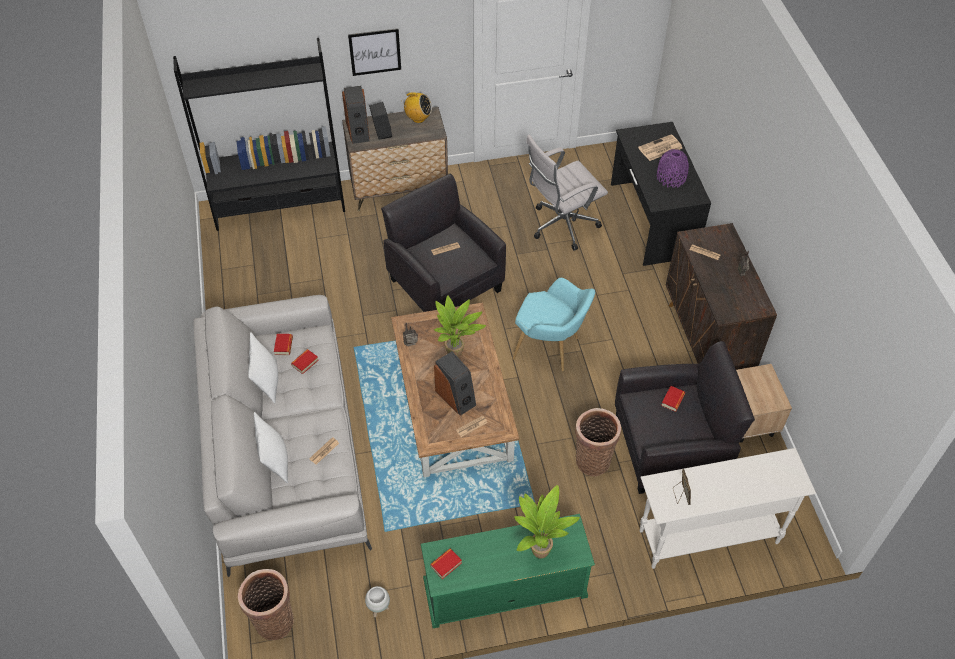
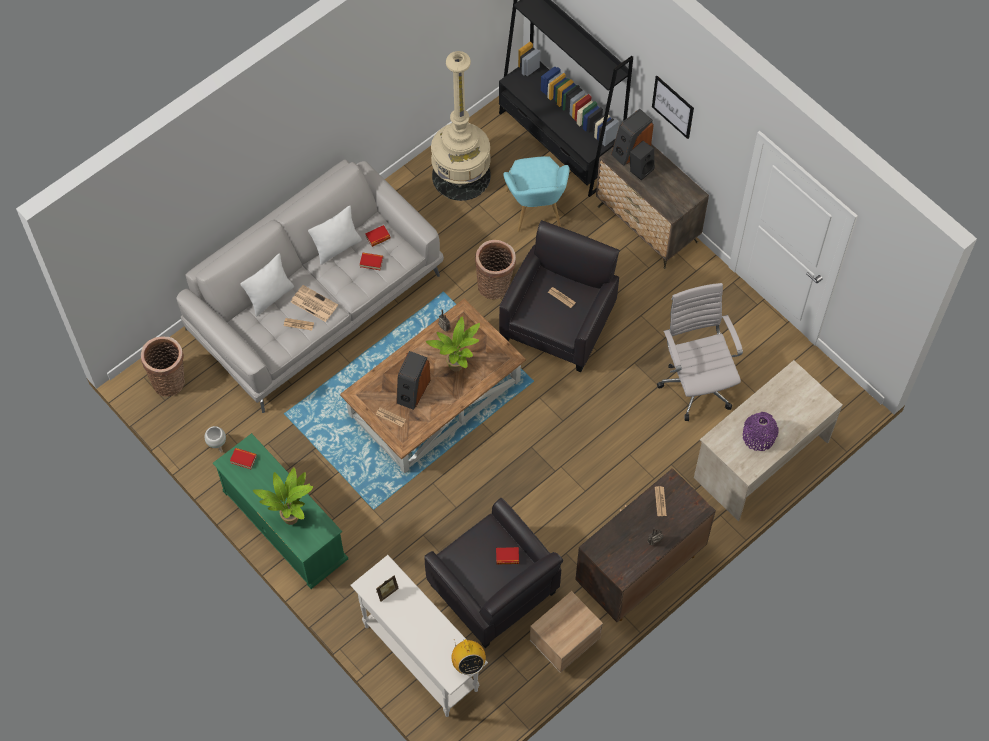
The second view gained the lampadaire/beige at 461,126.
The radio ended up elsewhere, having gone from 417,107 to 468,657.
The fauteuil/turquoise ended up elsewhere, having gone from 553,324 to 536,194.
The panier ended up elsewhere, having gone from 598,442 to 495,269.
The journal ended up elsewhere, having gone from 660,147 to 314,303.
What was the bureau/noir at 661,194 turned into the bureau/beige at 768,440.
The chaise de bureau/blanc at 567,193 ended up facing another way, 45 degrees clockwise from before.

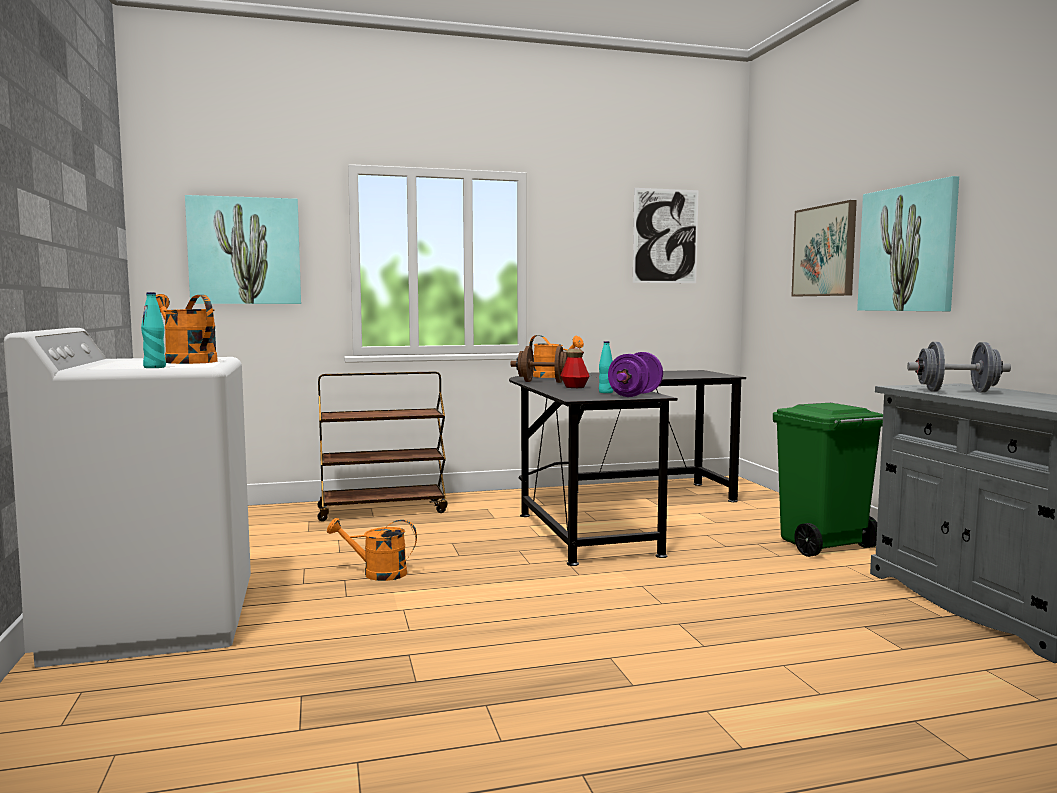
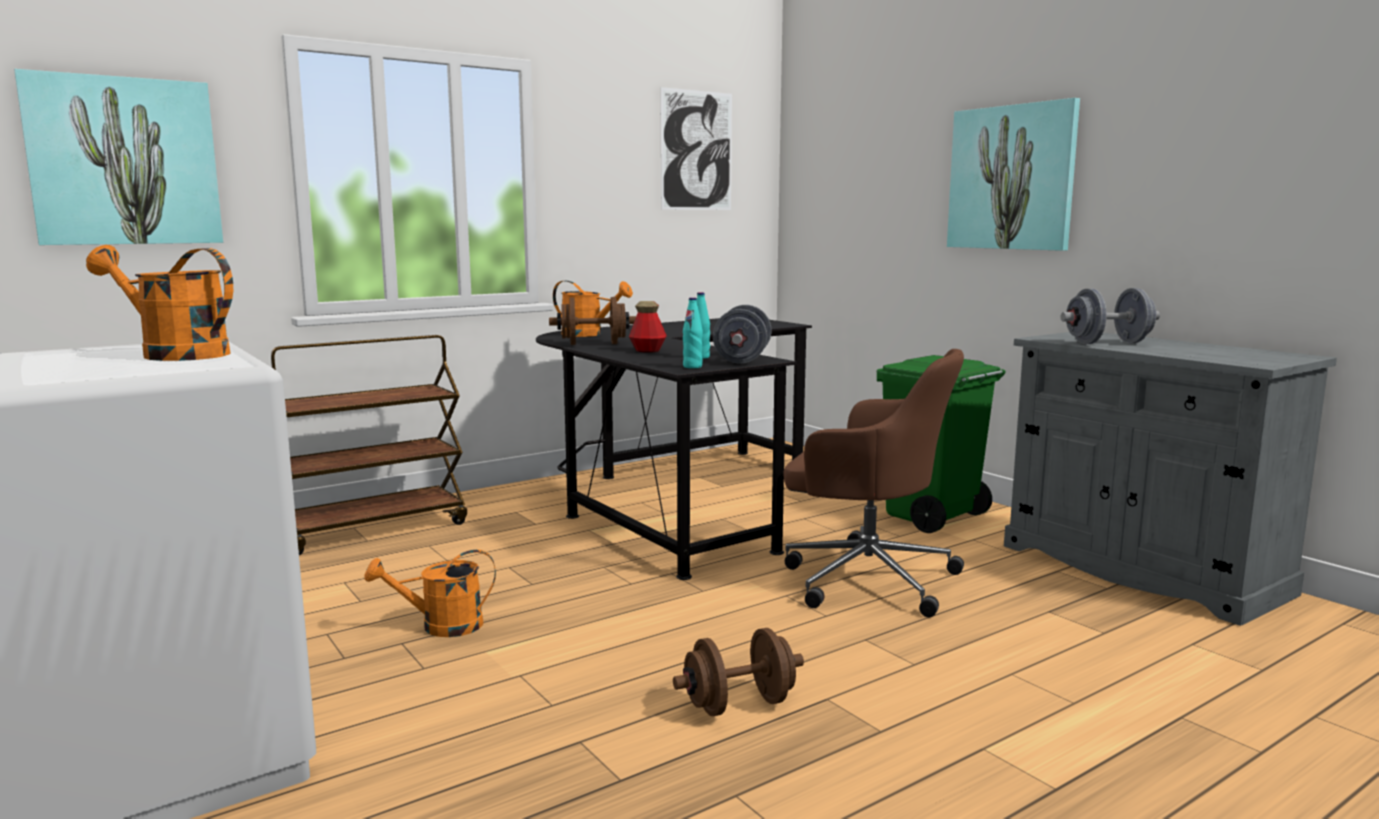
The second view lost the tableau at 824,248.
The second view gained the haltère/marron at 738,672.
The second view gained the chaise de bureau/marron at 874,483.
The bouteille/turquoise ended up elsewhere, having gone from 153,330 to 693,332.
What was the haltère/violet at 635,374 turned into the haltère/gris at 742,334.

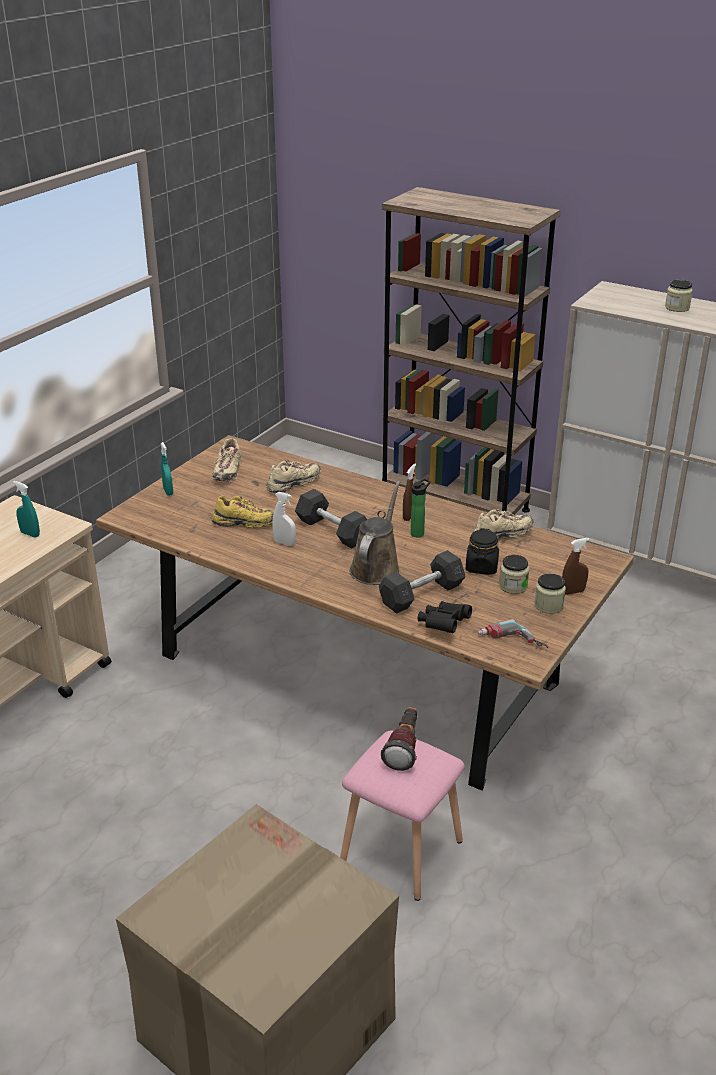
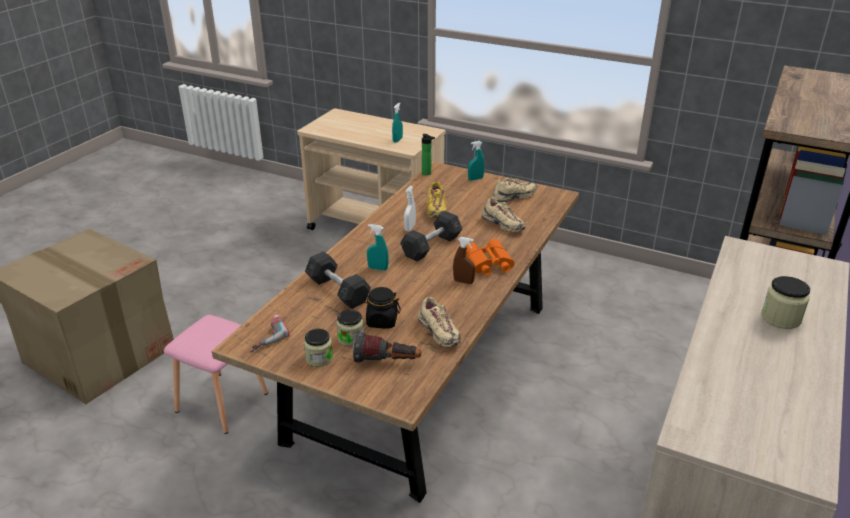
The second view lost the jumelles/noir at 445,617.
The second view lost the vaporisateur/marron at 576,566.
The second view gained the jumelles/orange at 490,257.
The lampe de poche ended up elsewhere, having gone from 399,739 to 387,347.
The bouteille ended up elsewhere, having gone from 421,507 to 428,154.
Where the arrosoir/marron stood at 374,533, the vaporisateur/turquoise came to stand at 378,247.
The chaussure/beige at 227,460 ended up facing another way, 150 degrees clockwise from before.

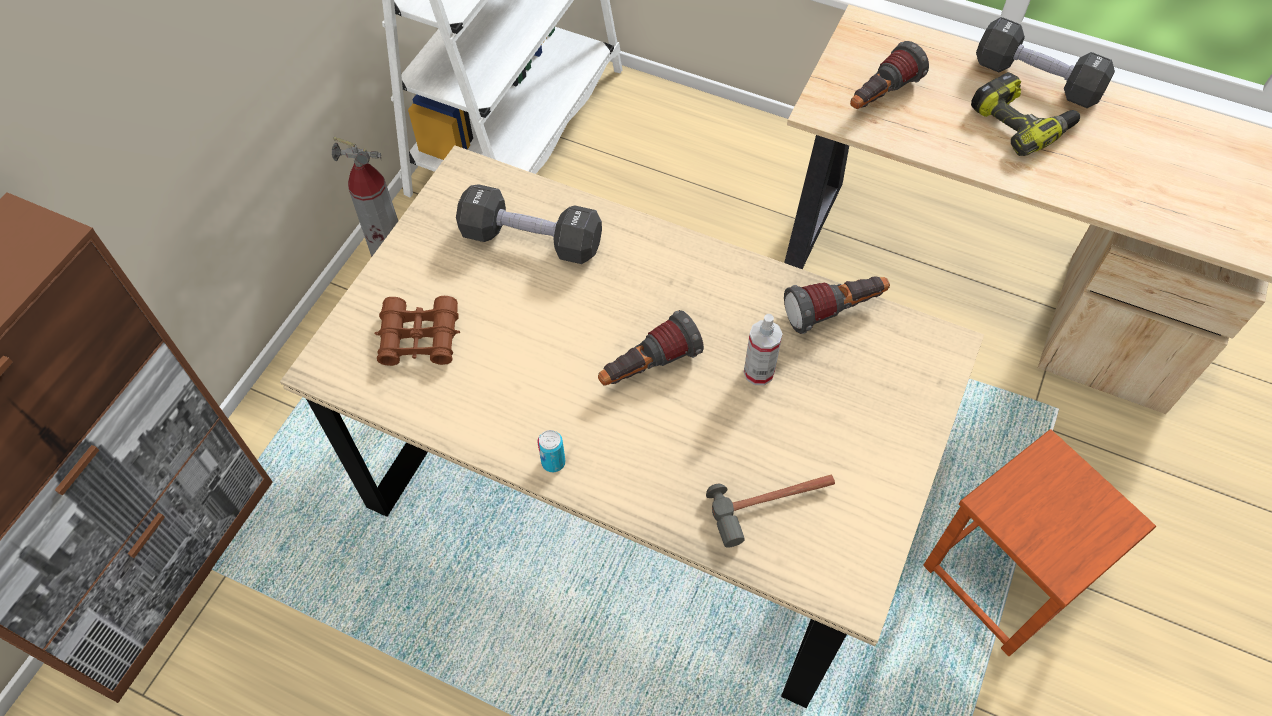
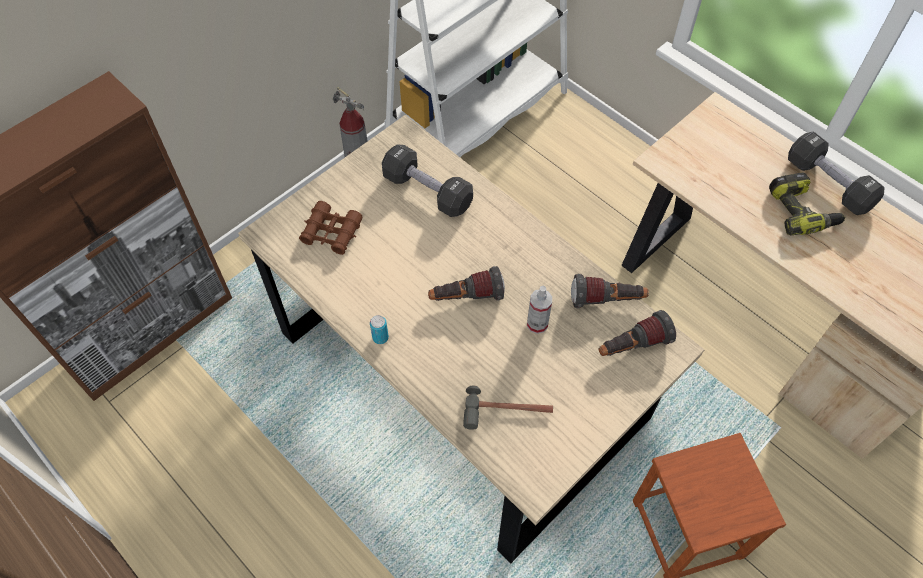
The lampe de poche ended up elsewhere, having gone from 889,75 to 637,333.

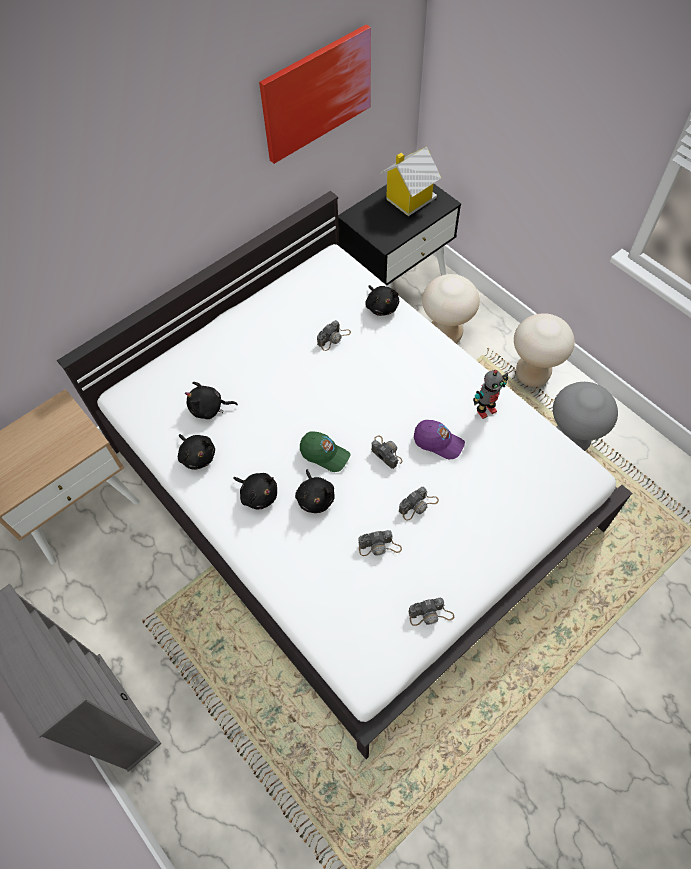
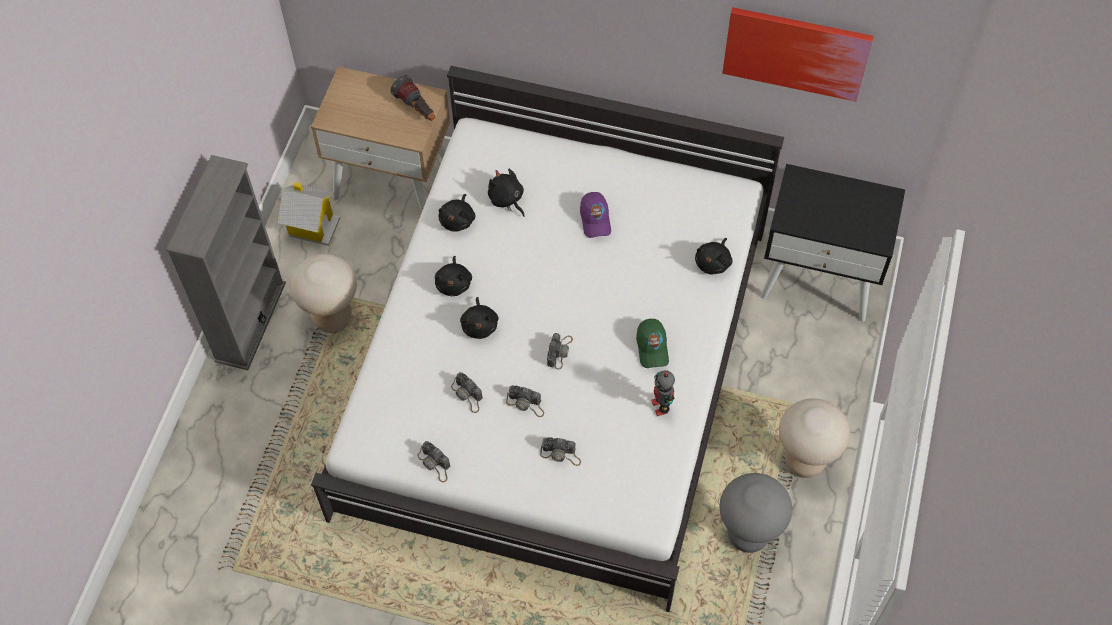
The second view gained the lampe de poche at 413,98.
The casquette/vert ended up elsewhere, having gone from 325,452 to 652,343.
The appareil photo ended up elsewhere, having gone from 334,335 to 560,451.
The maison miniature ended up elsewhere, having gone from 410,181 to 309,214.
The casquette/violet ended up elsewhere, having gone from 439,439 to 595,215.
The tabouret/beige ended up elsewhere, having gone from 451,309 to 323,293.
The peluche/noir at 314,491 ended up facing another way, 45 degrees counterclockwise from before.
The robot jouet at 490,394 ended up facing another way, 45 degrees clockwise from before.

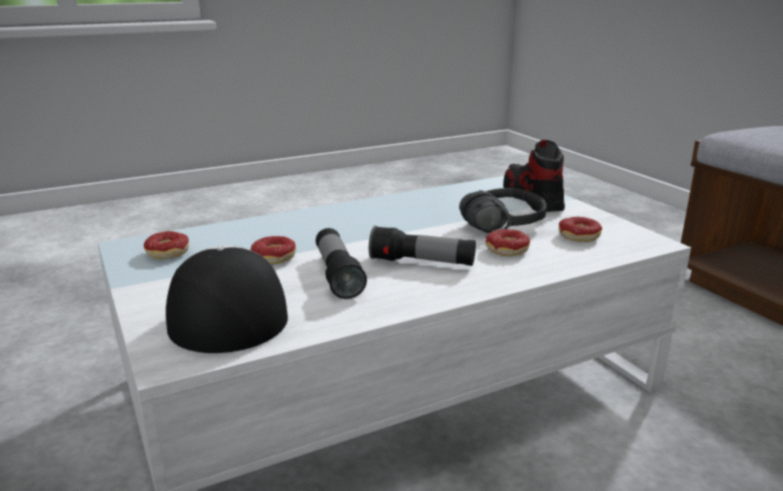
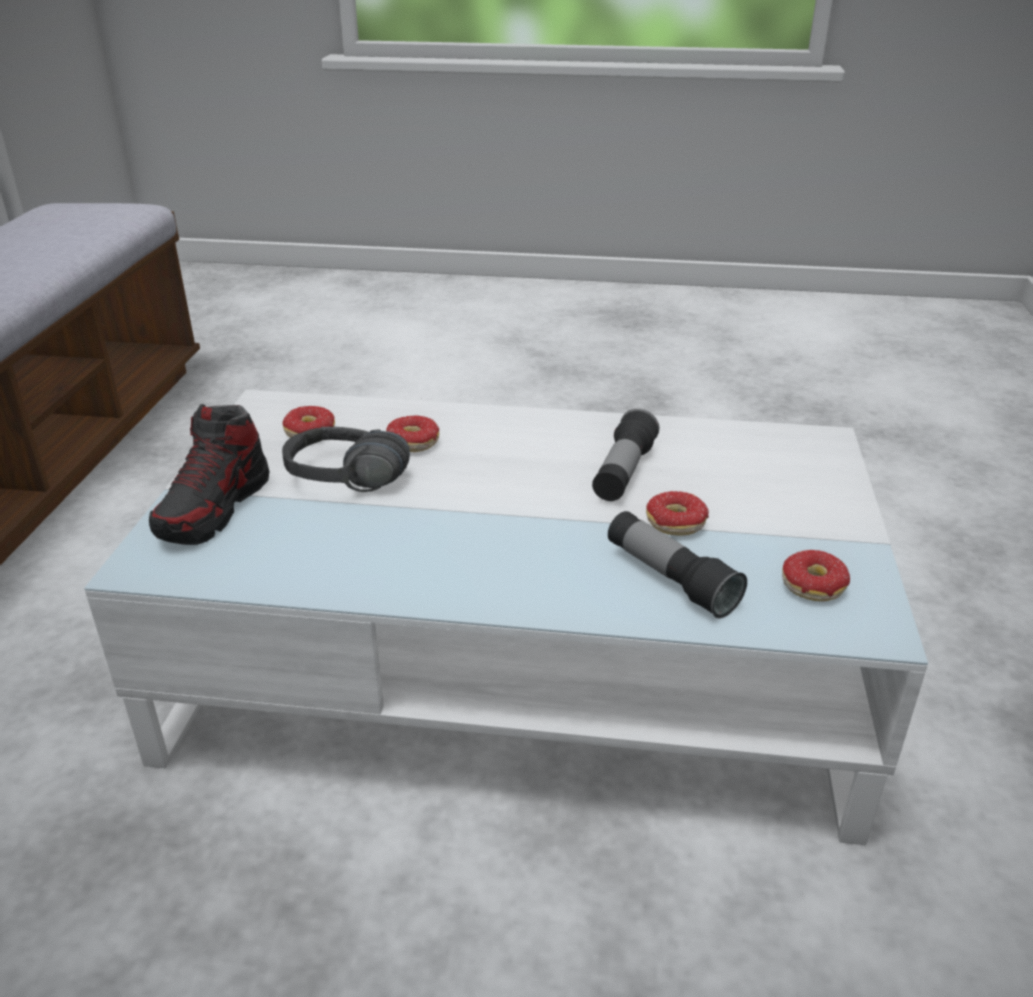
The second view lost the casquette at 227,299.
The lampe de poche ended up elsewhere, having gone from 422,246 to 677,565.

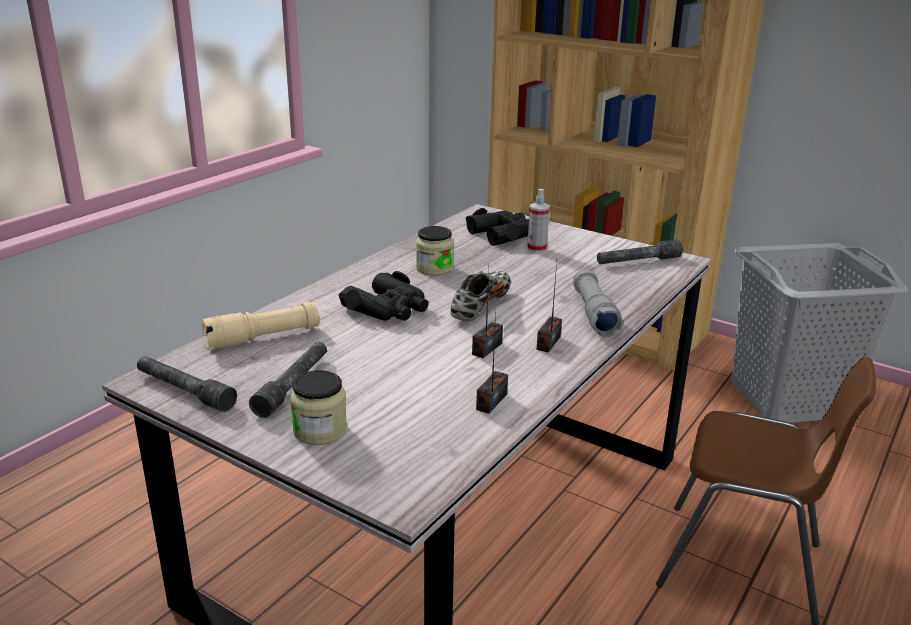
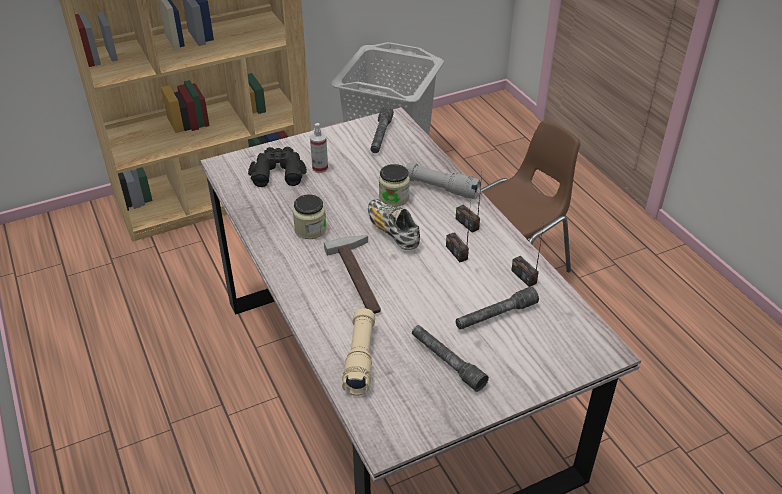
The lampe de poche/gris ended up elsewhere, having gone from 187,384 to 497,308.
The bocal ended up elsewhere, having gone from 318,407 to 394,185.
Where the jumelles/noir stood at 384,296, the marteau came to stand at 352,274.

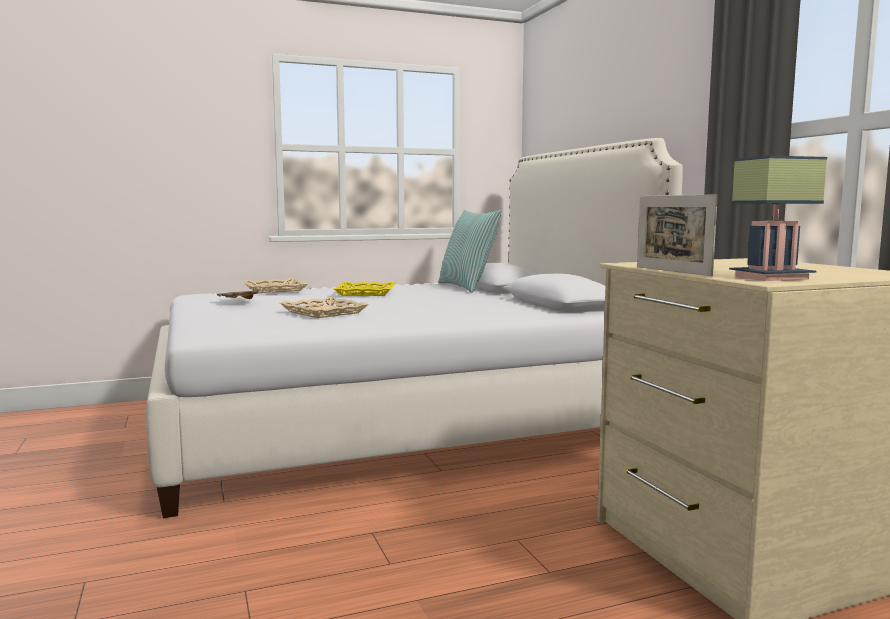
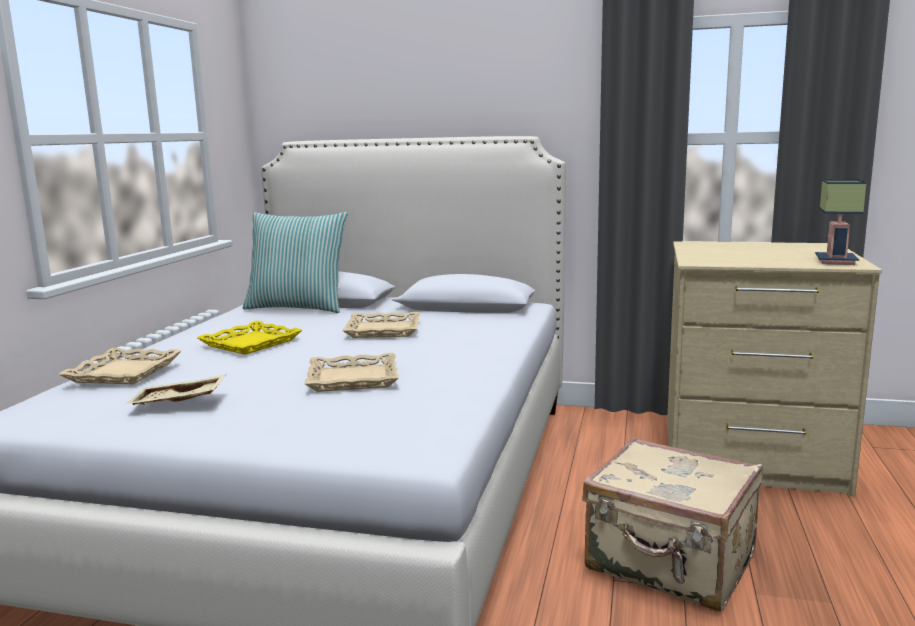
The second view lost the cadre photo at 677,235.
The second view gained the plateau/beige at 381,325.
The second view gained the valise/beige at 672,525.

